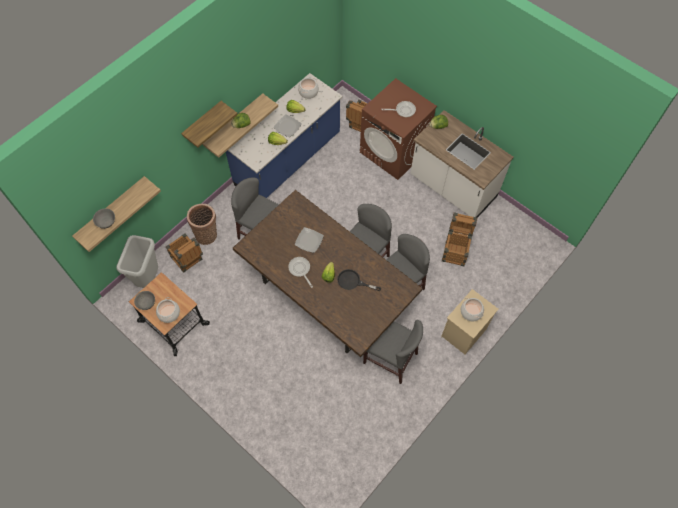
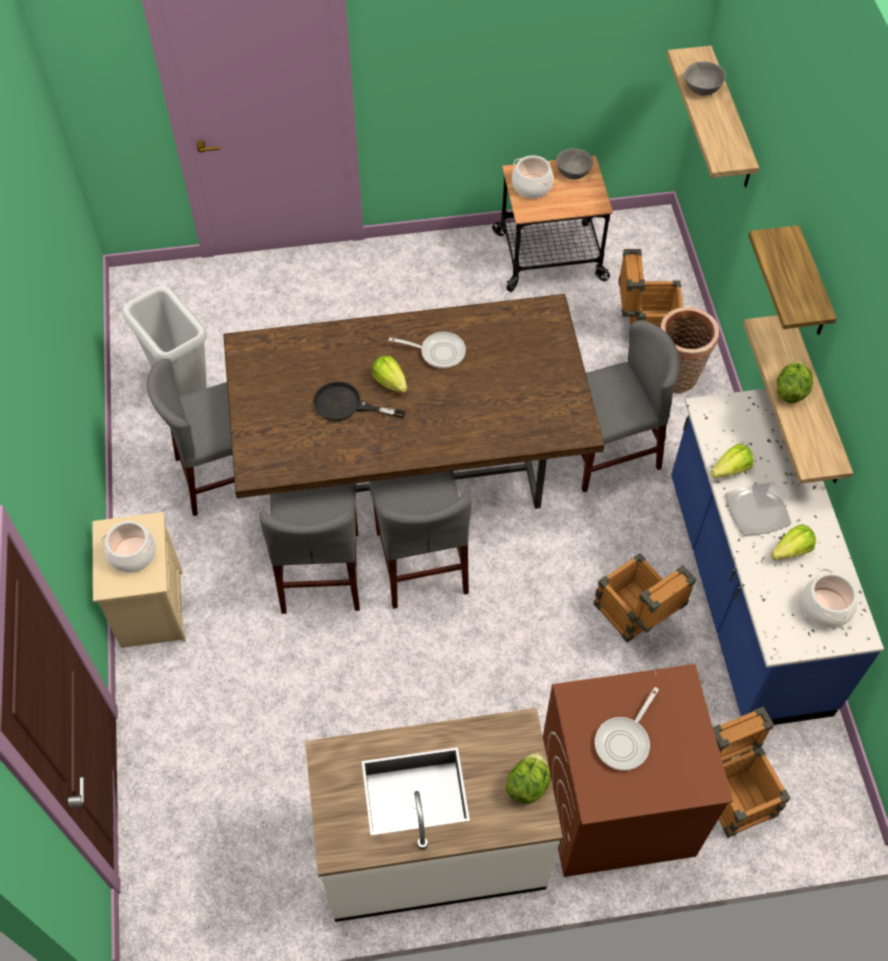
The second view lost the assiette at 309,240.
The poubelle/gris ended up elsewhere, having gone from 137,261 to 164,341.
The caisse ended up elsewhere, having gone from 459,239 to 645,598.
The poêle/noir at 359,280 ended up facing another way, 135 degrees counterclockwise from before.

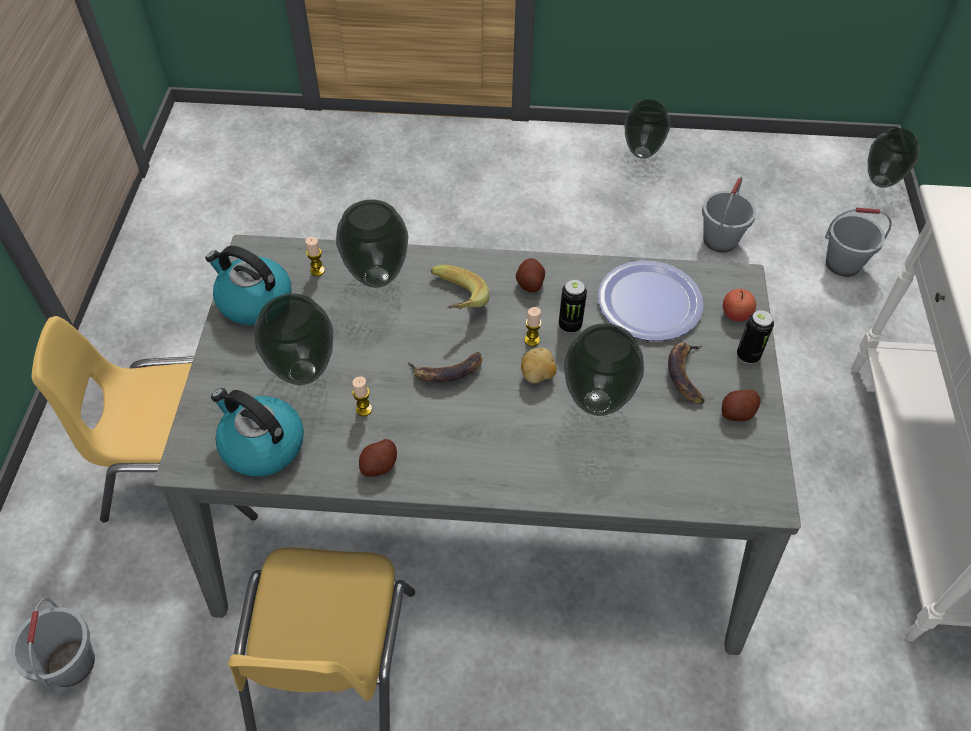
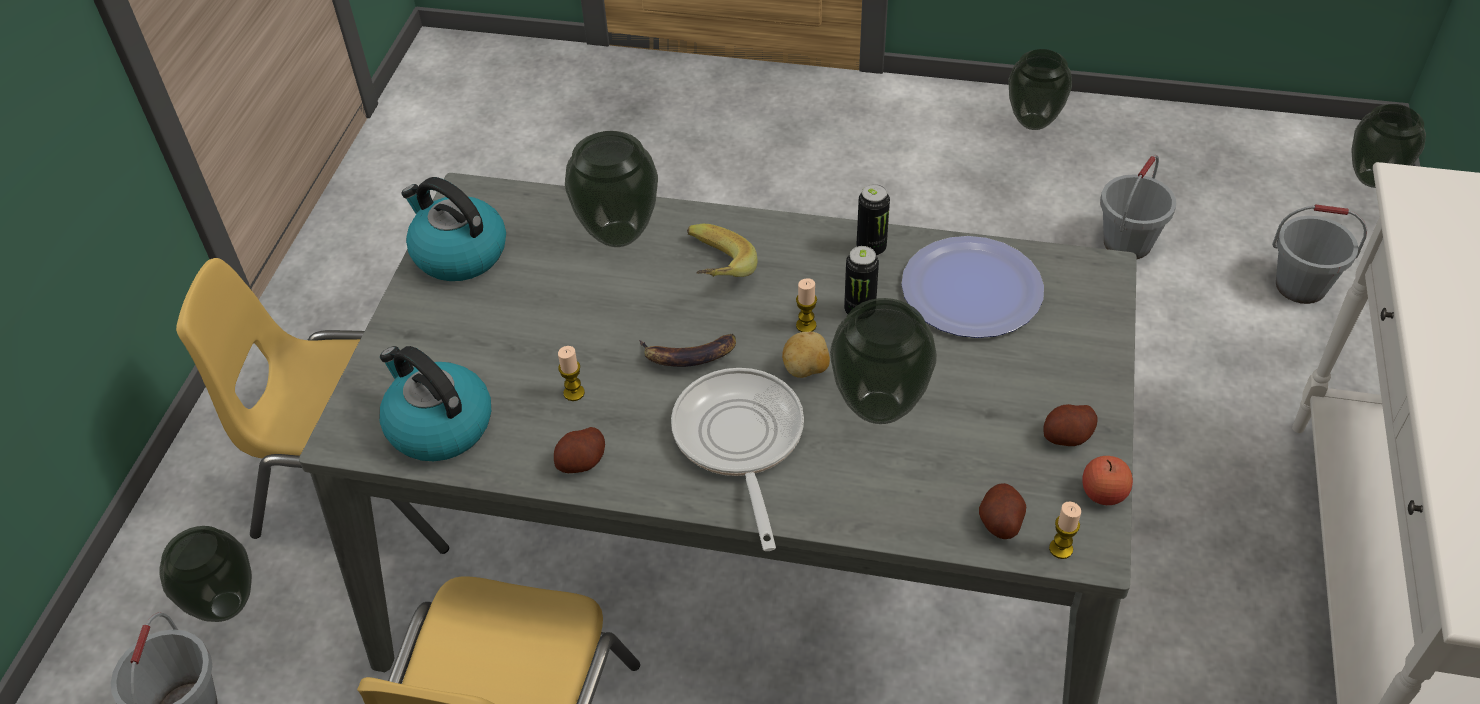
The second view lost the banane at 686,373.
The second view gained the poêle at 737,459.
The vase ended up elsewhere, having gone from 294,339 to 205,574.
The bougie ended up elsewhere, having gone from 315,256 to 1065,530.
The pomme de terre ended up elsewhere, having gone from 530,275 to 1002,511.
The pomme ended up elsewhere, having gone from 739,305 to 1107,480.
The boîte métallique ended up elsewhere, having gone from 755,337 to 873,220.

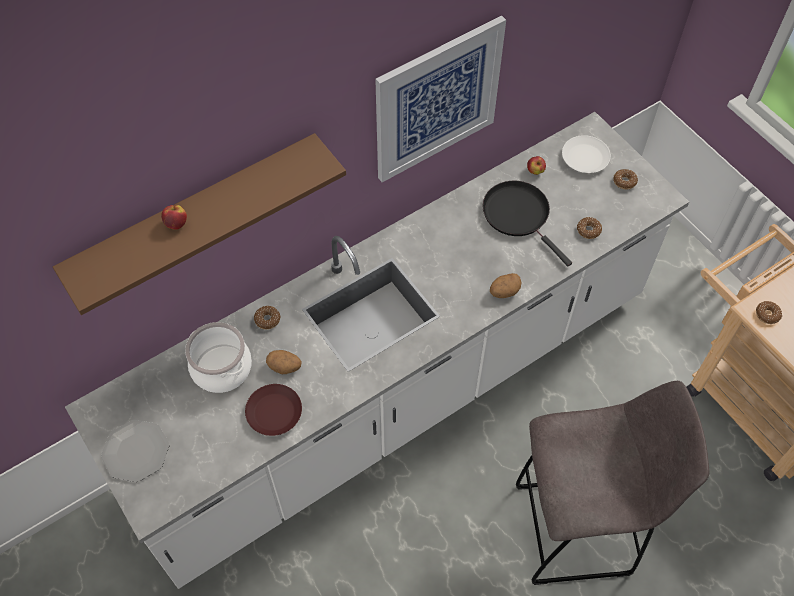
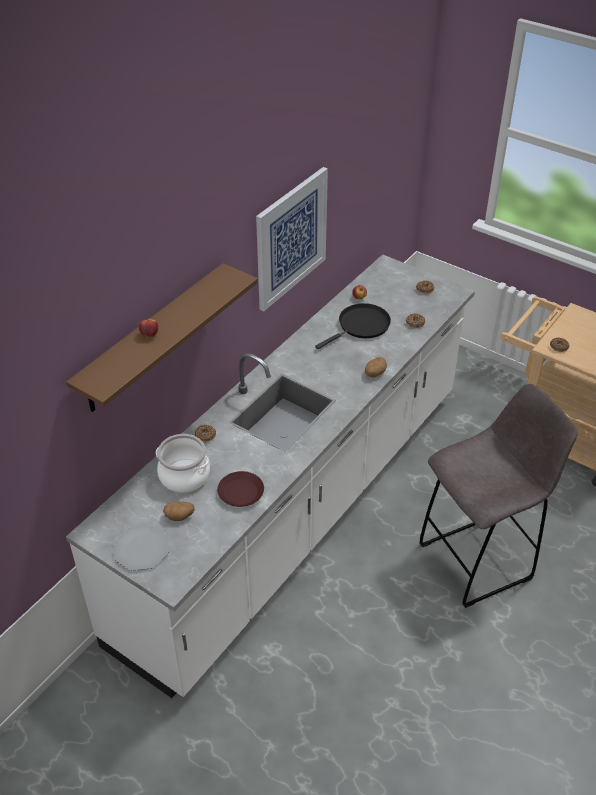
The second view lost the assiette/blanc at 586,154.
The pomme de terre ended up elsewhere, having gone from 284,362 to 179,511.
The poêle/noir at 527,224 ended up facing another way, 105 degrees clockwise from before.

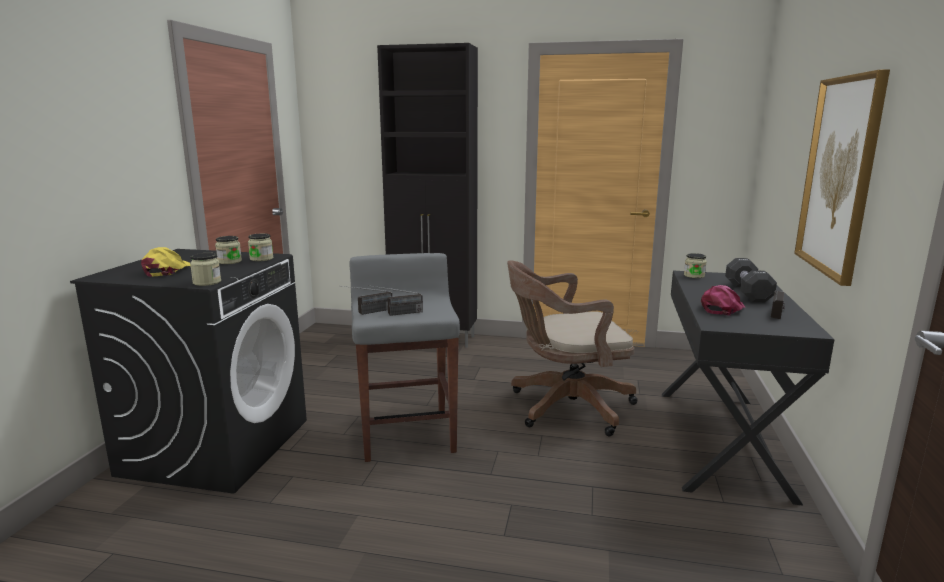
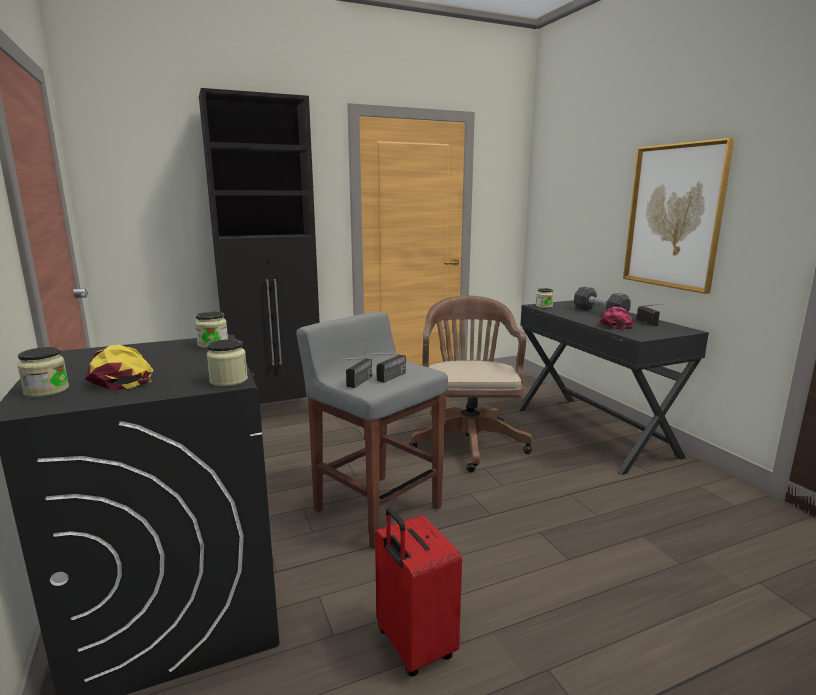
The second view gained the valise/rouge at 418,592.
The bocal ended up elsewhere, having gone from 228,250 to 43,372.
The chaise de bureau/marron at 572,348 ended up facing another way, 135 degrees clockwise from before.

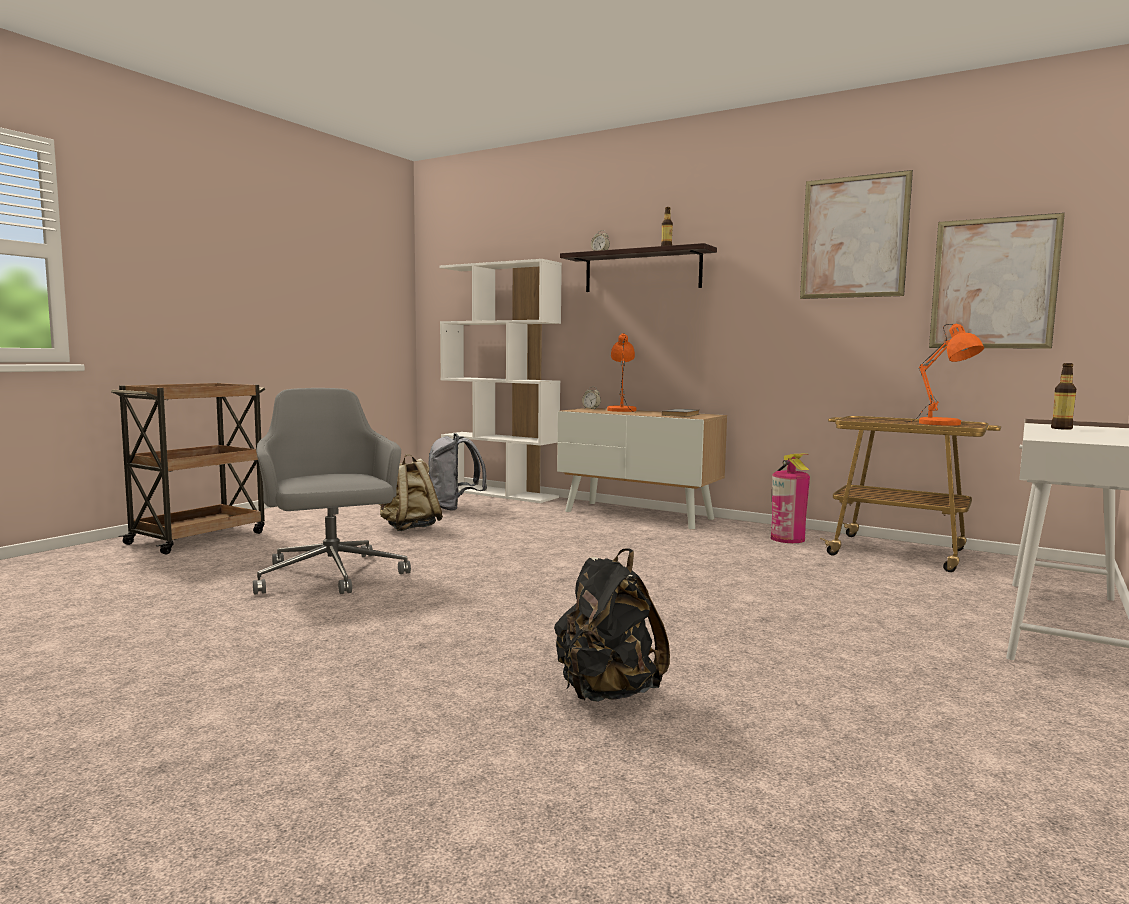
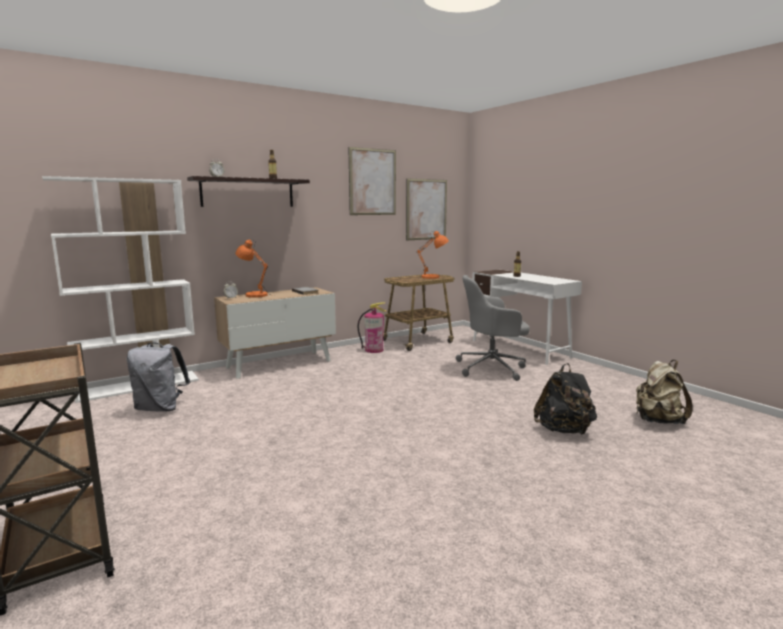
The chaise de bureau/gris ended up elsewhere, having gone from 332,491 to 493,328.
The sac à dos/beige ended up elsewhere, having gone from 411,492 to 664,392.

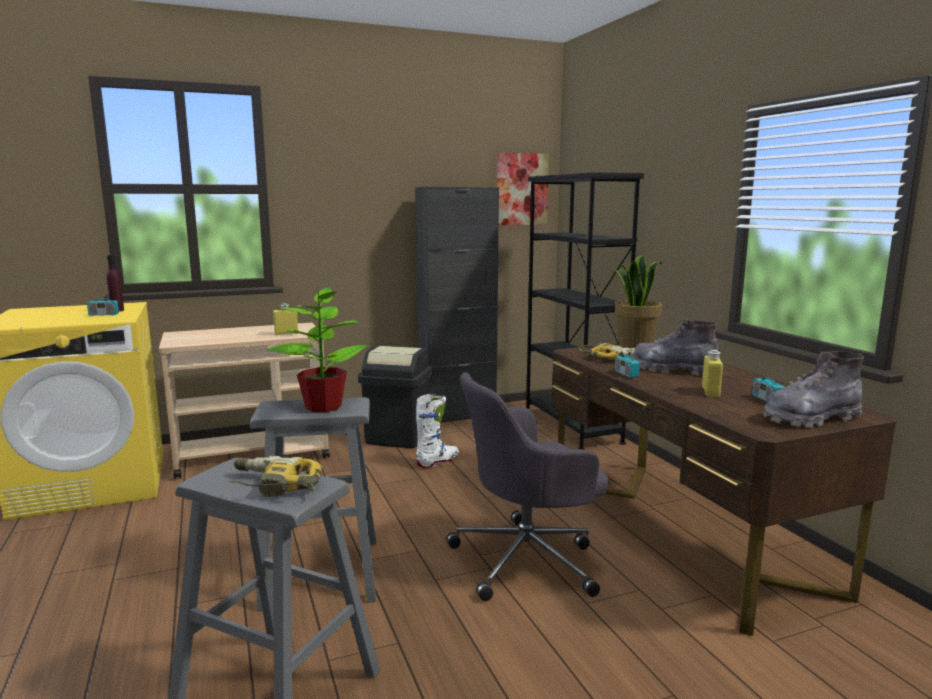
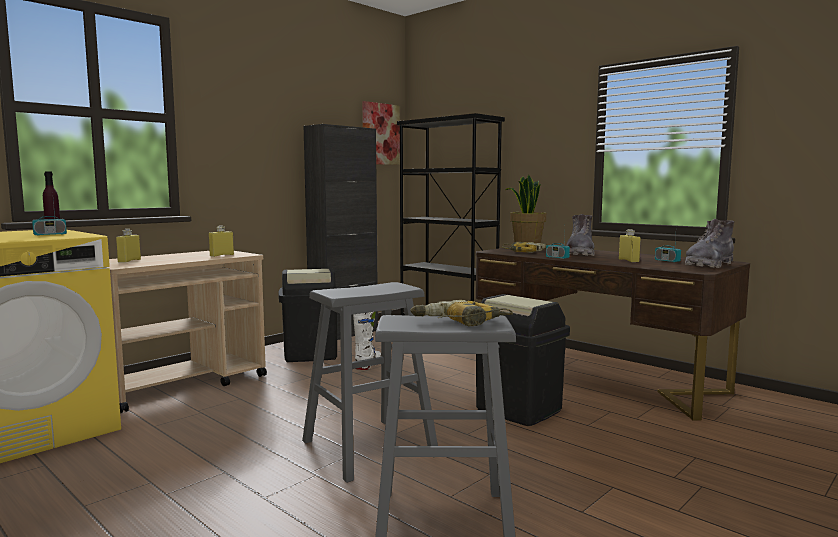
The second view lost the plante en pot at 317,347.
The second view gained the bouteille/jaune at 128,246.
Where the chaise de bureau/gris stood at 527,486, the poubelle/noir came to stand at 523,360.
The botte/gris at 675,347 ended up facing another way, 75 degrees counterclockwise from before.

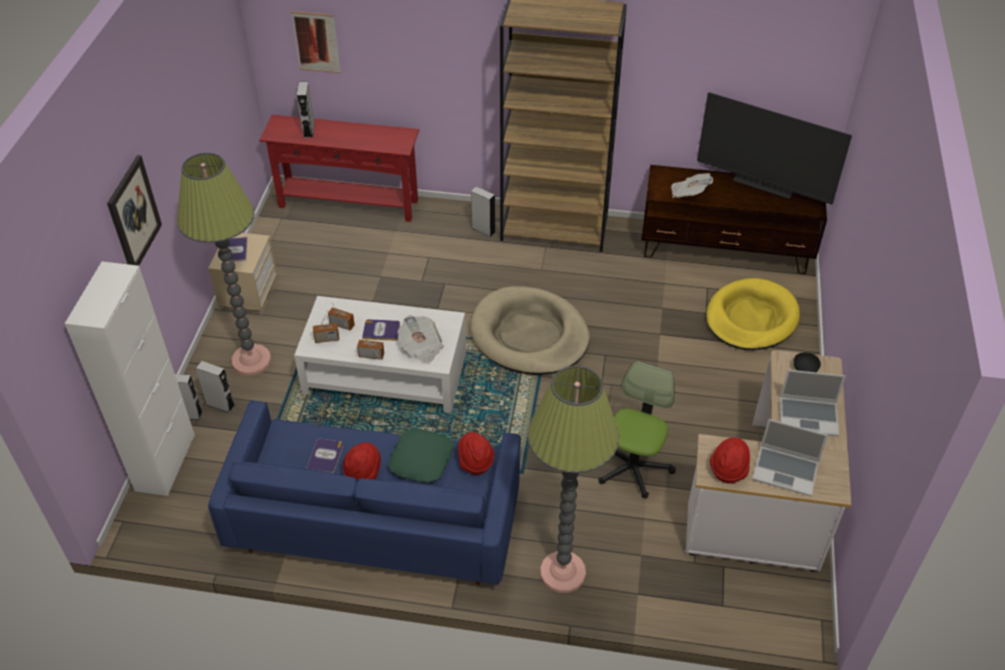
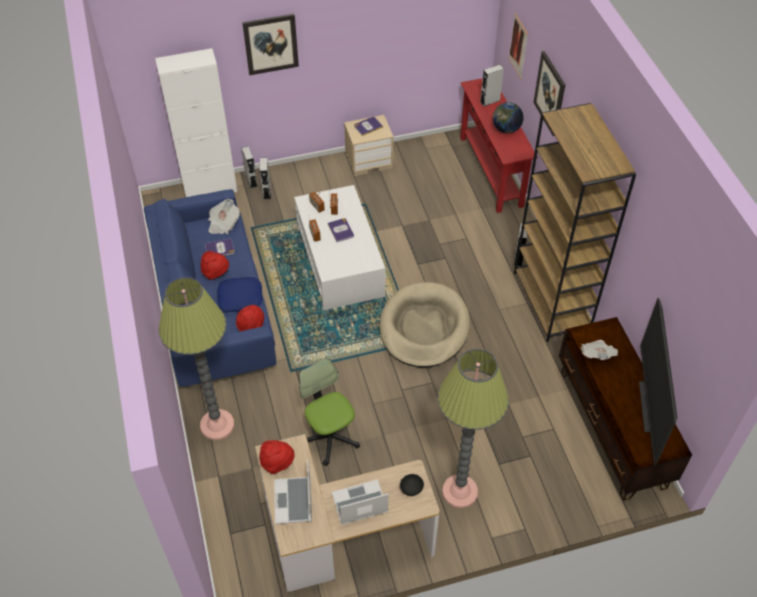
The second view lost the panier pour chien/jaune at 753,314.
The second view gained the globe at 508,118.
The second view gained the tableau at 549,93.
The lampadaire ended up elsewhere, having gone from 224,264 to 473,428.
The journal ended up elsewhere, having gone from 421,339 to 224,216.
What was the coussin/vert at 421,455 turned into the coussin/bleu at 239,294.
The chaise de bureau at 636,430 ended up facing another way, 120 degrees counterclockwise from before.
The ordinateur portable at 813,403 ended up facing another way, 90 degrees clockwise from before.

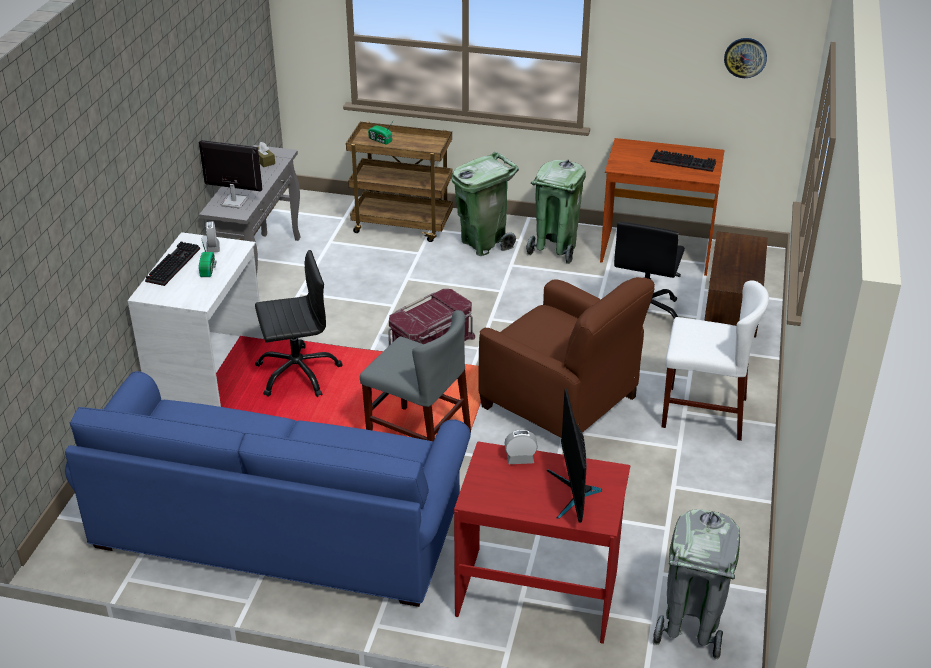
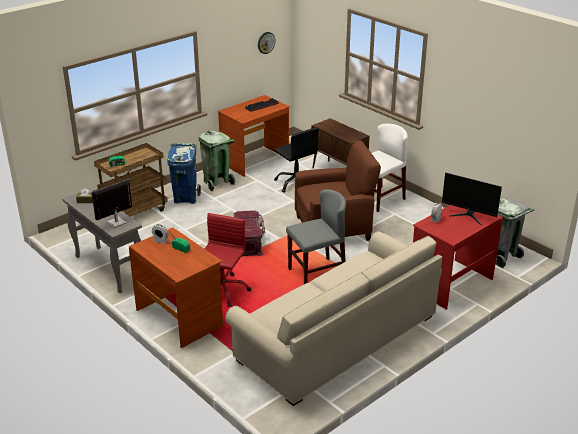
The second view lost the clavier at 172,263.
What was the canapé/bleu at 268,489 turned into the canapé/beige at 333,318.
What was the bureau/blanc at 196,319 turned into the bureau/marron at 176,288.
What was the chaise de bureau/noir at 299,323 turned into the chaise de bureau/rouge at 227,260.
What was the poubelle/vert at 485,204 turned into the poubelle/bleu at 184,173.

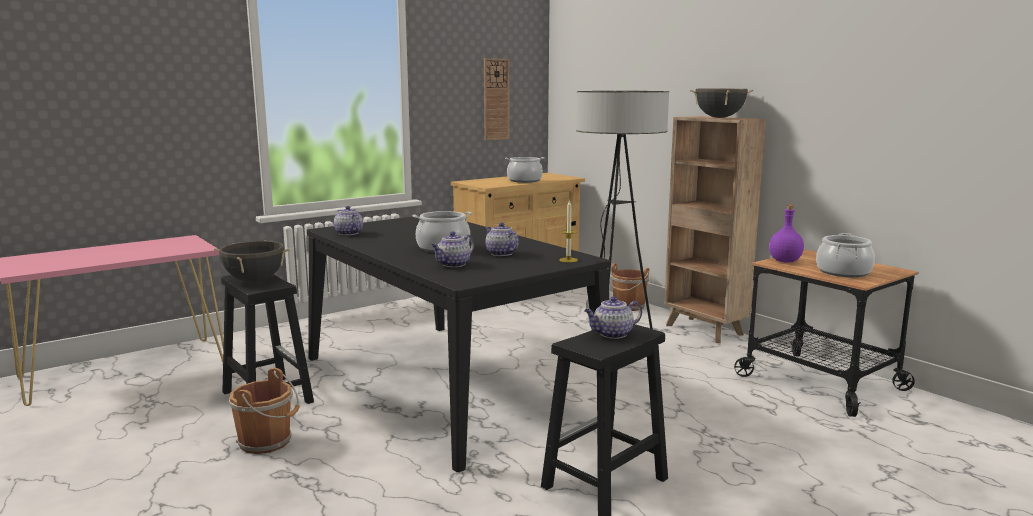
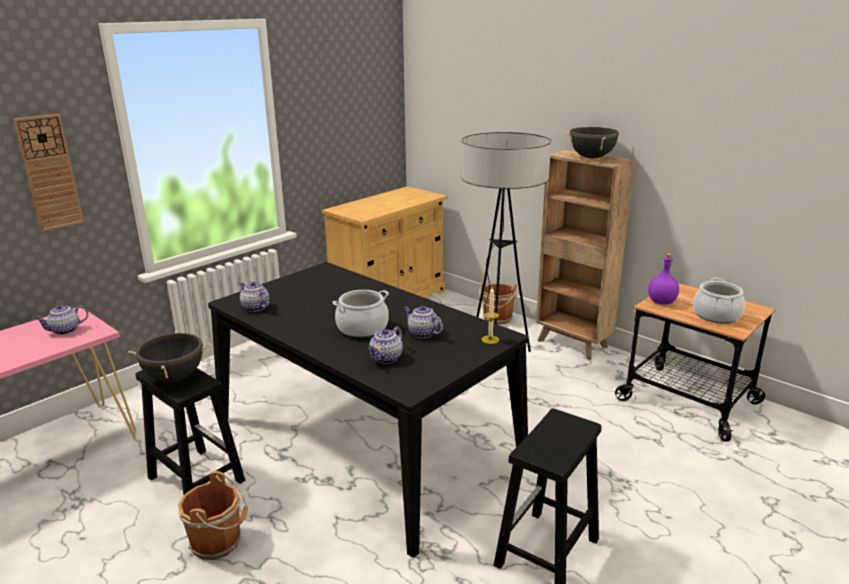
The second view lost the marmite at 524,170.
The horloge murale ended up elsewhere, having gone from 497,99 to 48,173.
The théière ended up elsewhere, having gone from 613,318 to 61,320.

